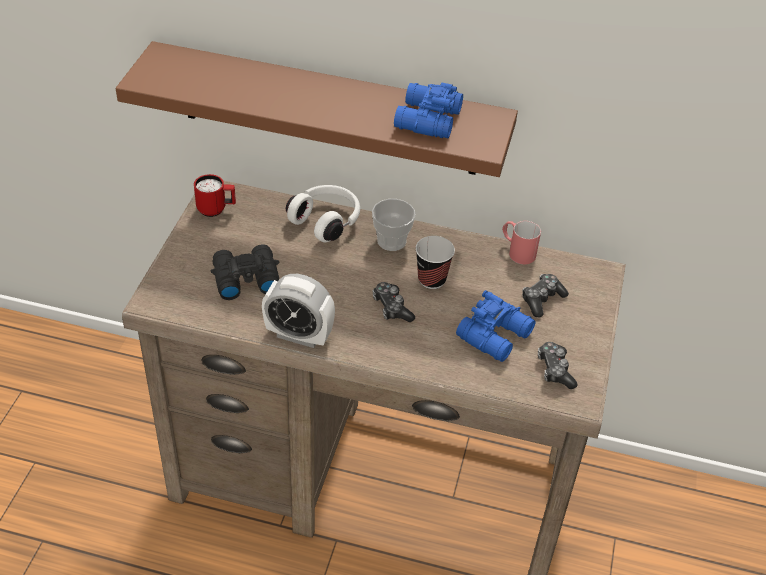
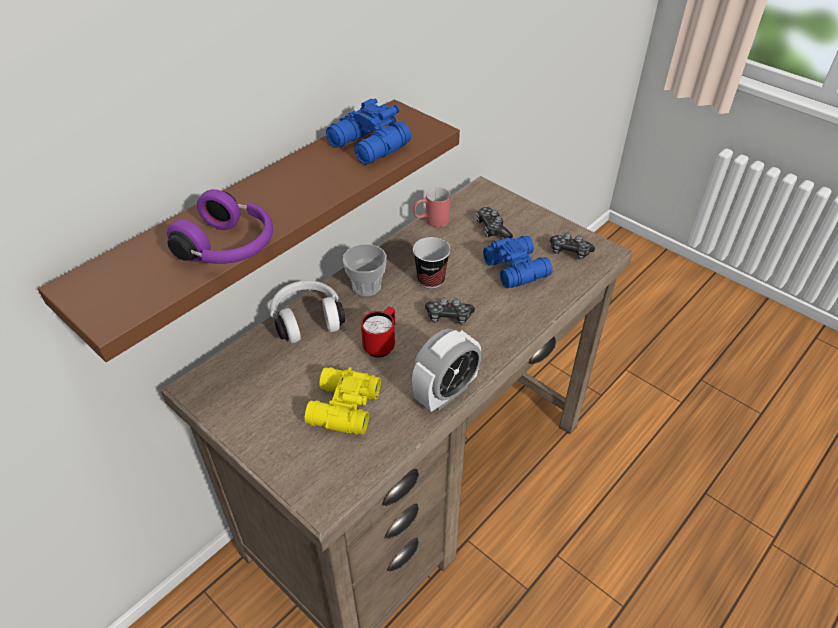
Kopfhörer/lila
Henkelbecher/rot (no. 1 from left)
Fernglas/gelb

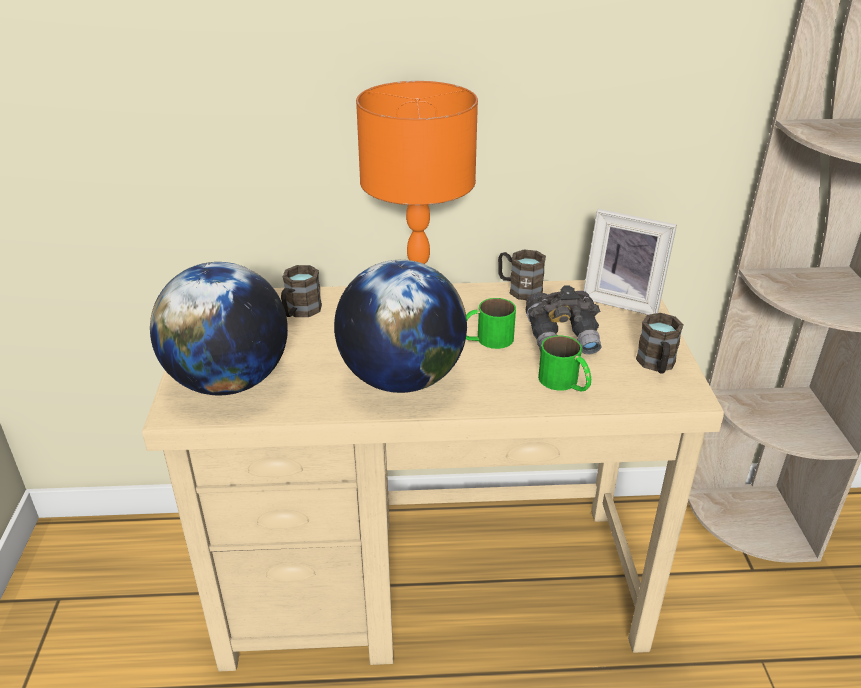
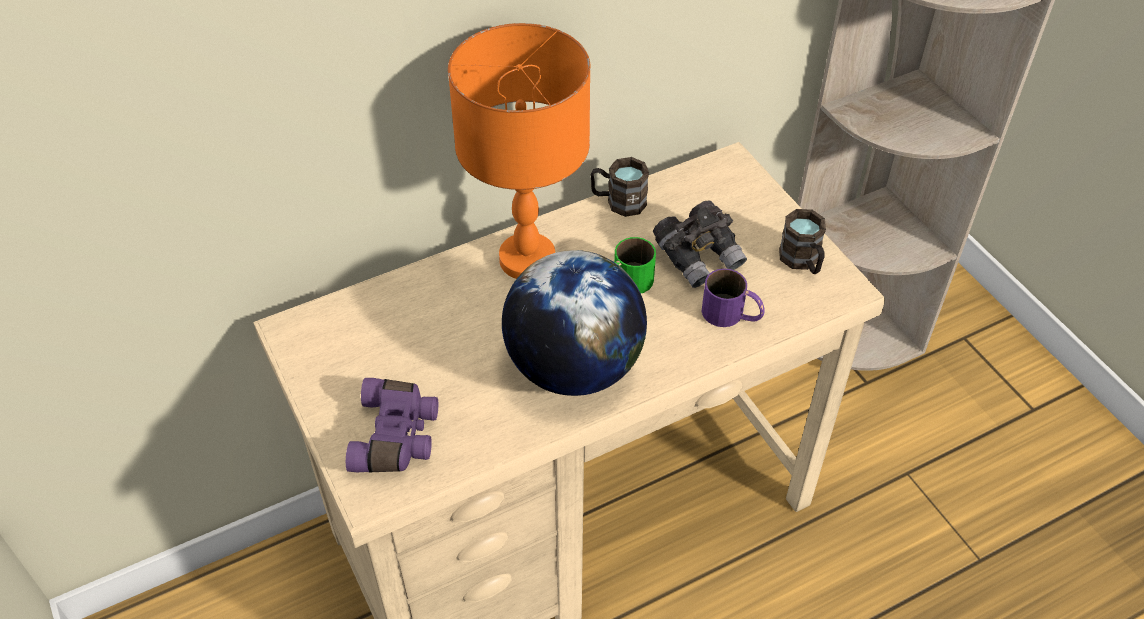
Henkelbecher/braun (no. 1 from left in the first image)
Bilderrahmen
Fernglas/lila
Henkelbecher/lila

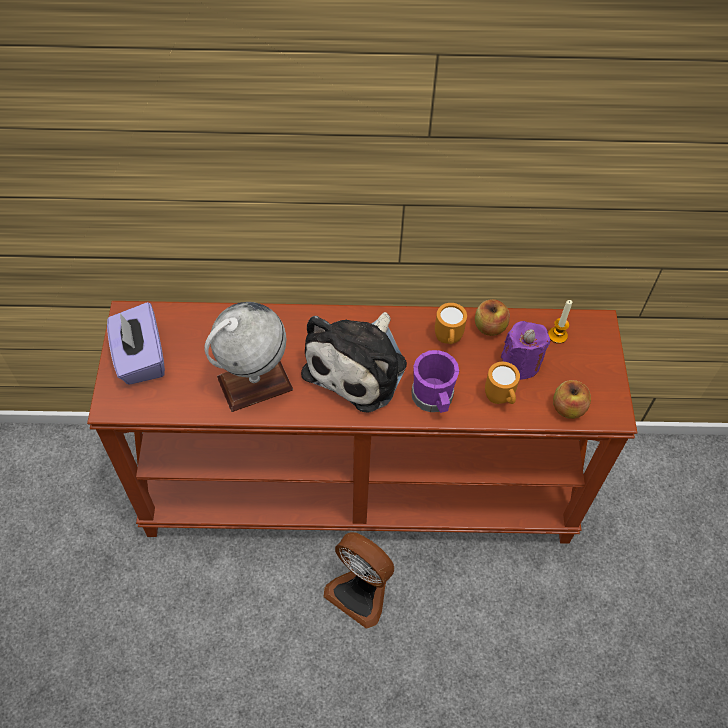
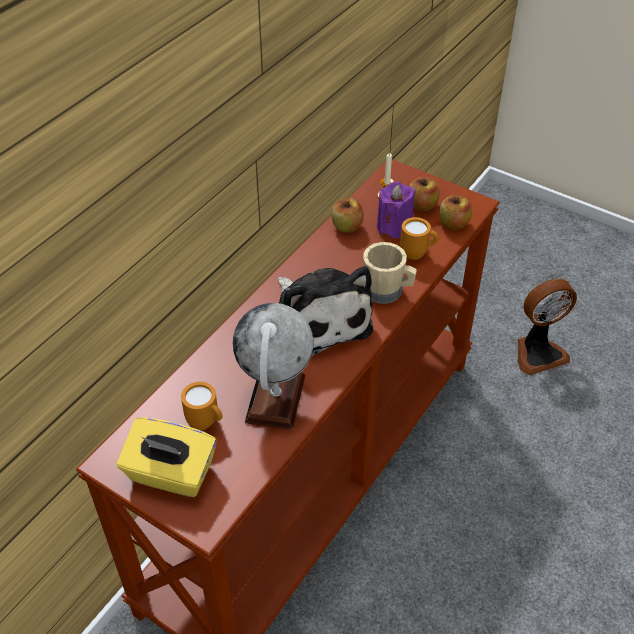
Apfel (no. 2 from left)
Ventilator
Henkelbecher/orange (no. 1 from left)
Taschentuchbox/gelb
Henkelbecher/beige

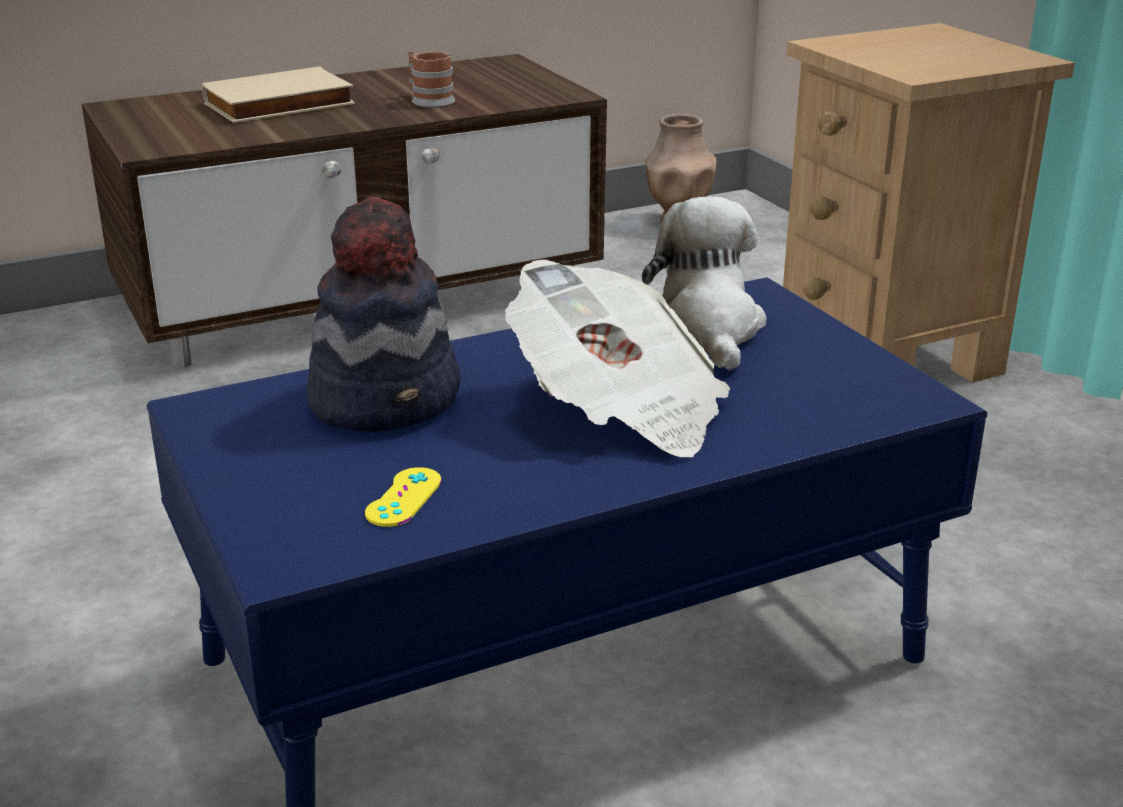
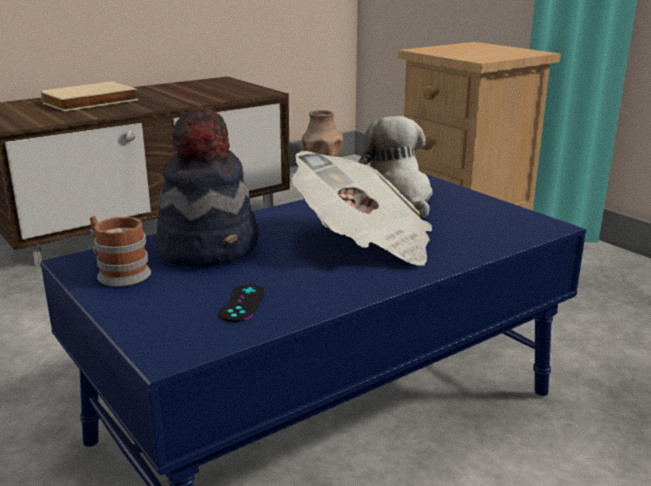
Henkelbecher
Gamepad/schwarz

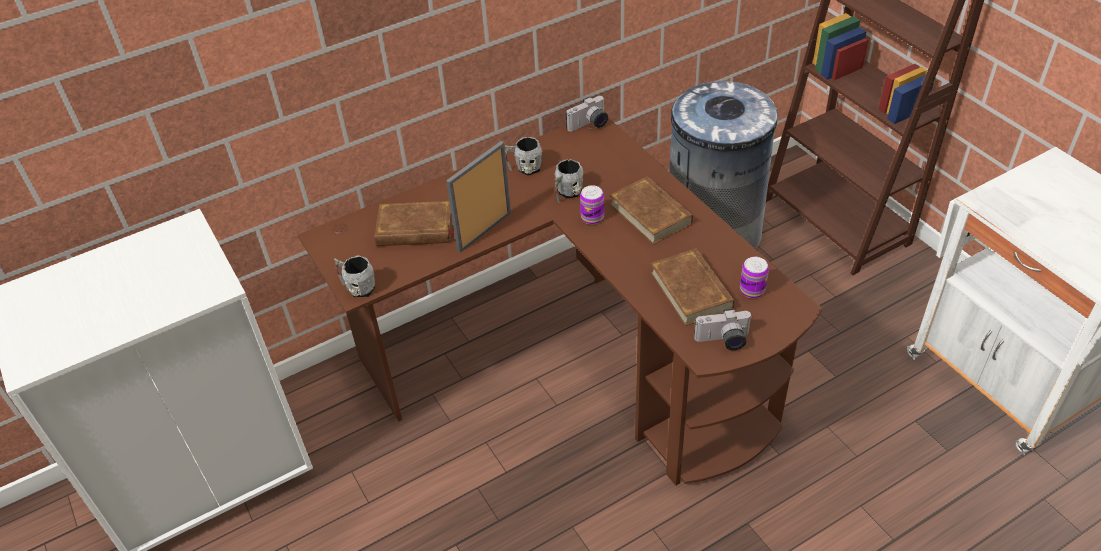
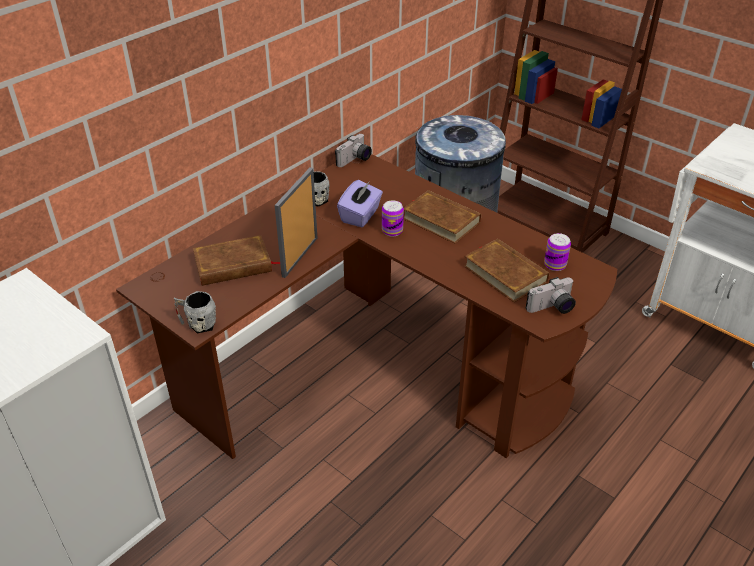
Taschentuchbox/lila

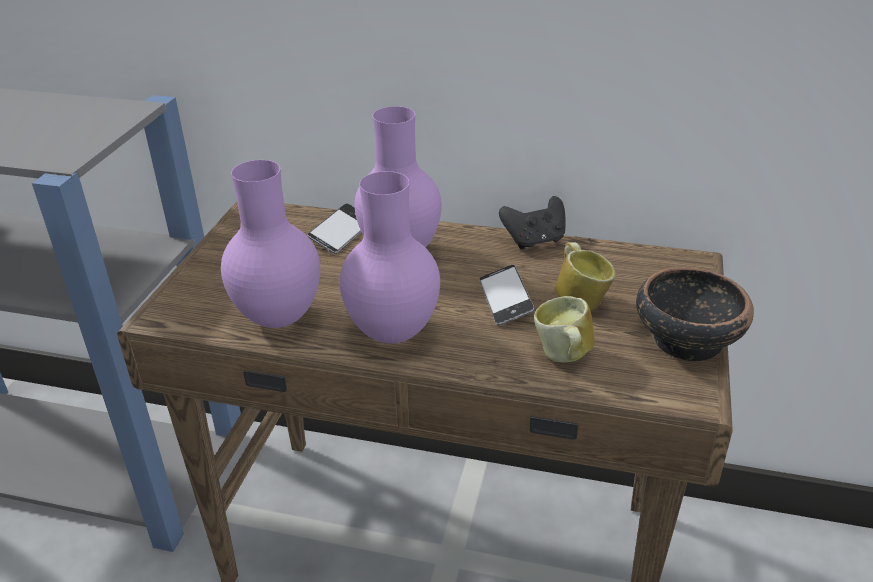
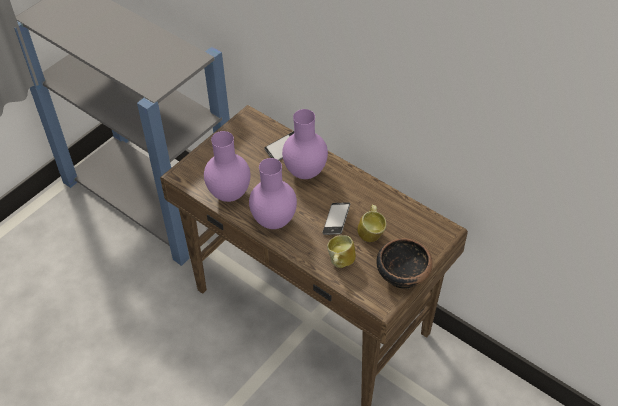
Gamepad/schwarz

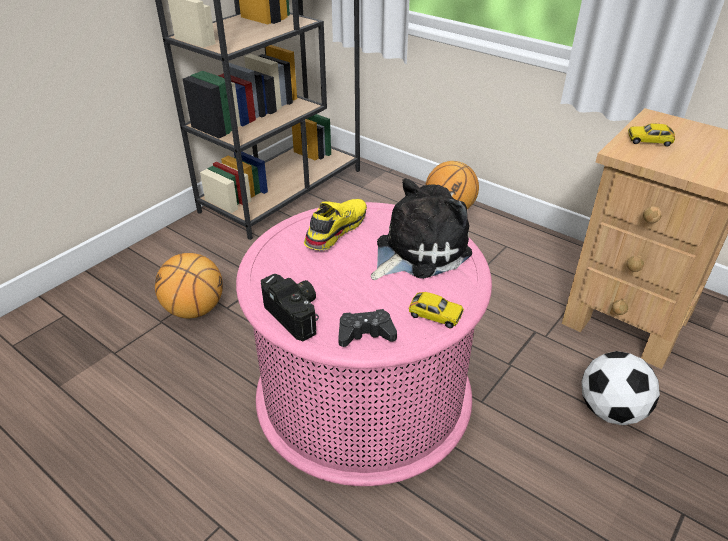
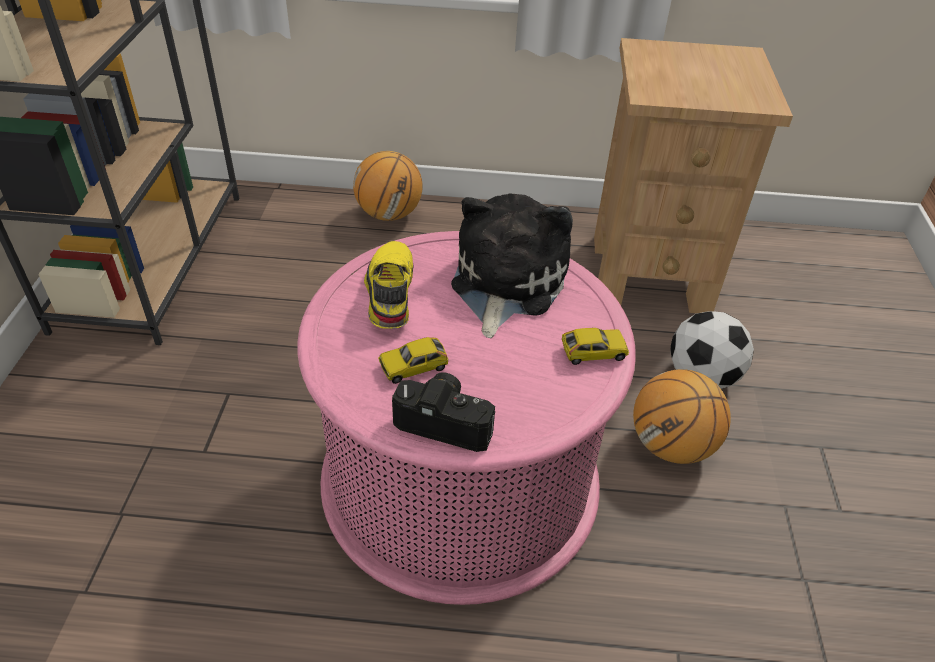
Gamepad/schwarz
Basketball (no. 2 from left)
Spielzeugauto (no. 1 from left)

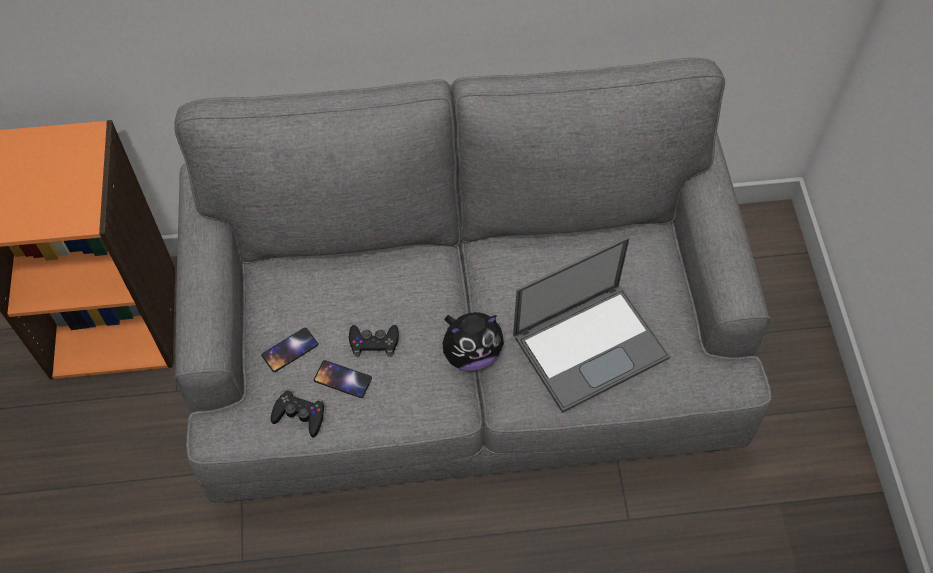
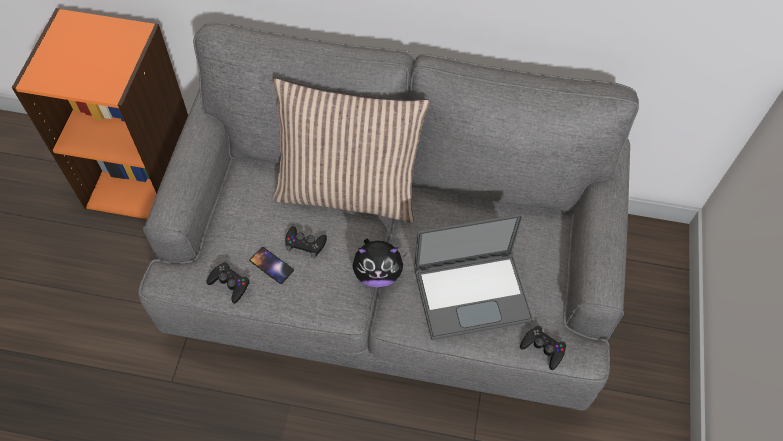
Handy (no. 1 from left in the first image)
Kissen
Gamepad/schwarz (no. 3 from left)

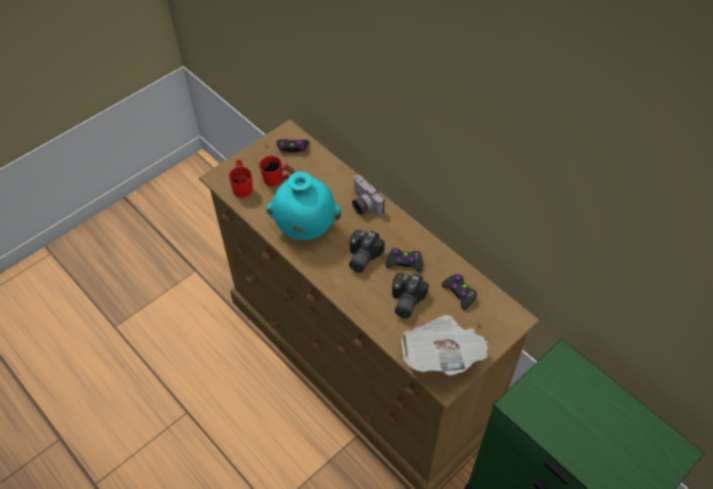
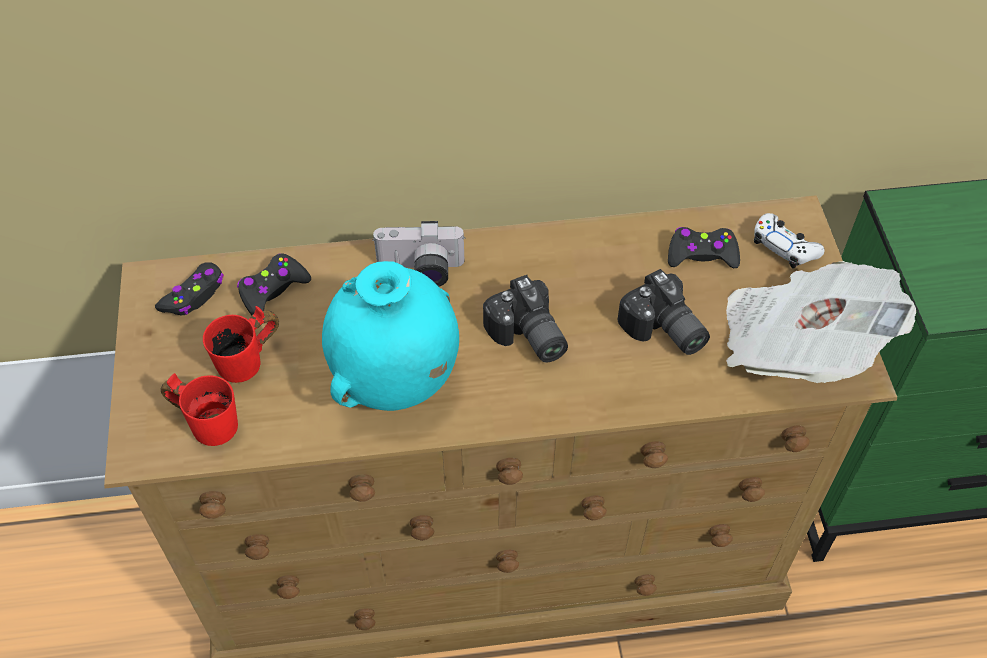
Gamepad/weiß
Gamepad/schwarz (no. 2 from left)

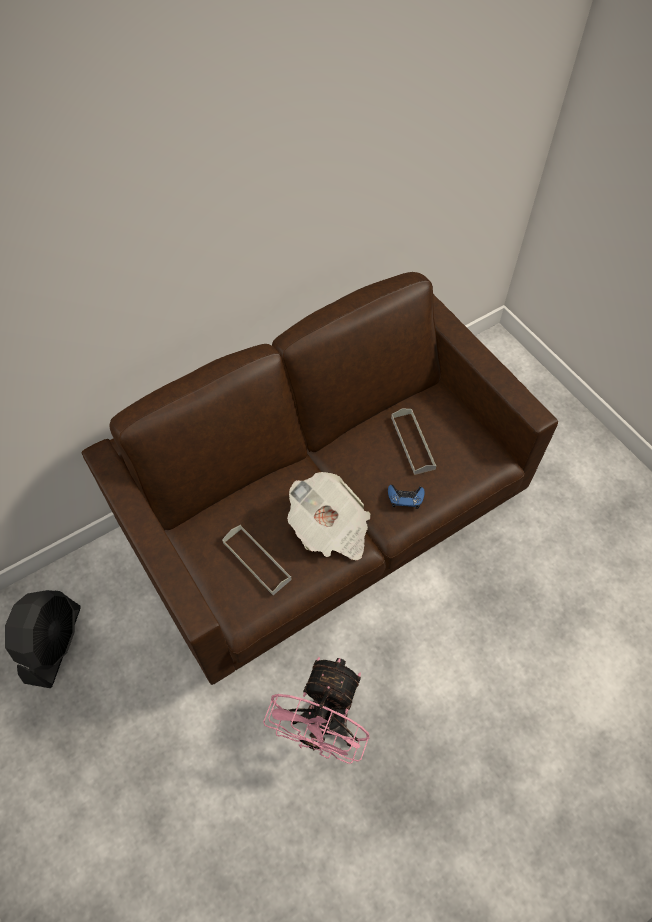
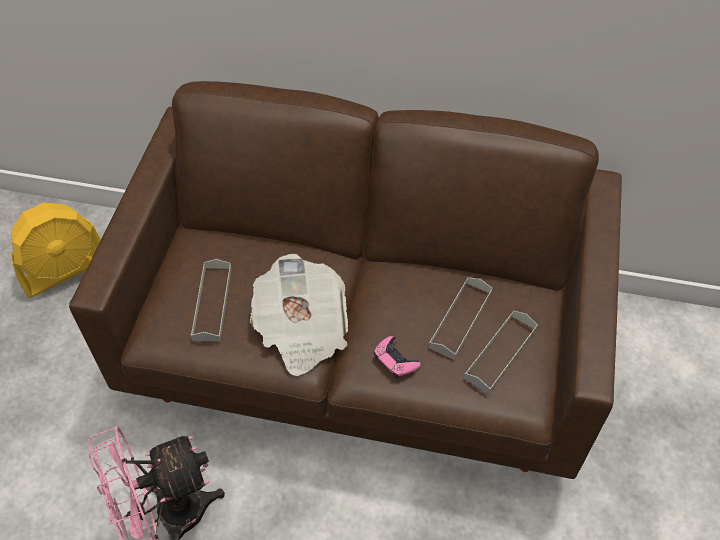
Tablett/grau (no. 3 from left)
Ventilator/gelb
Gamepad/rosa

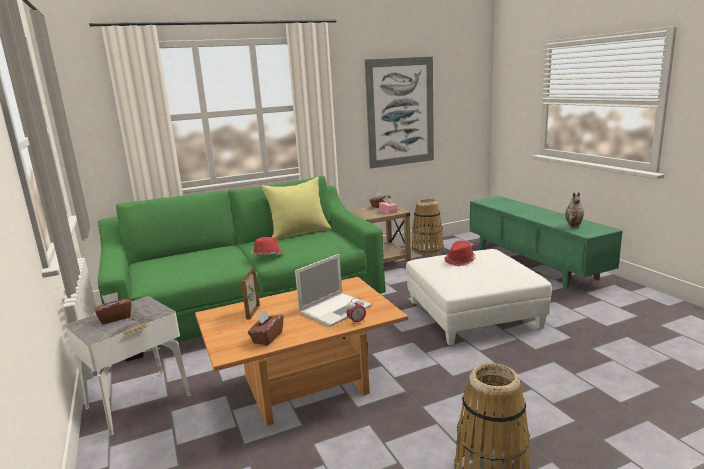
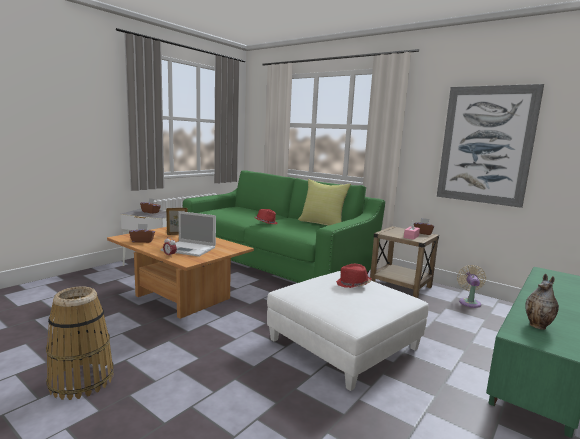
Ventilator/beige

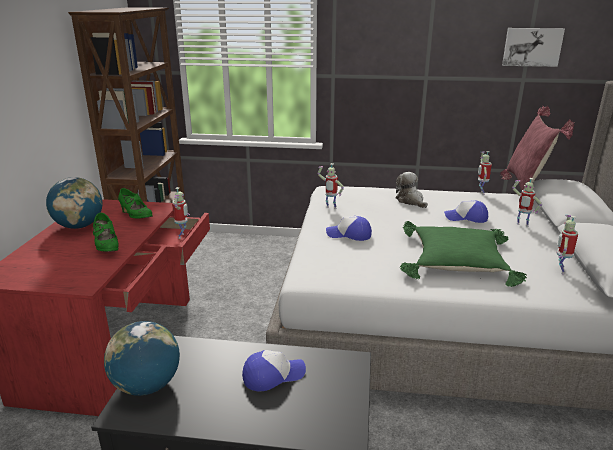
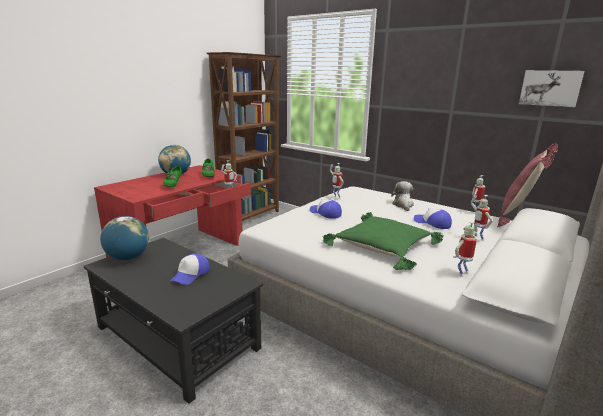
Kappe (no. 1 from left)

